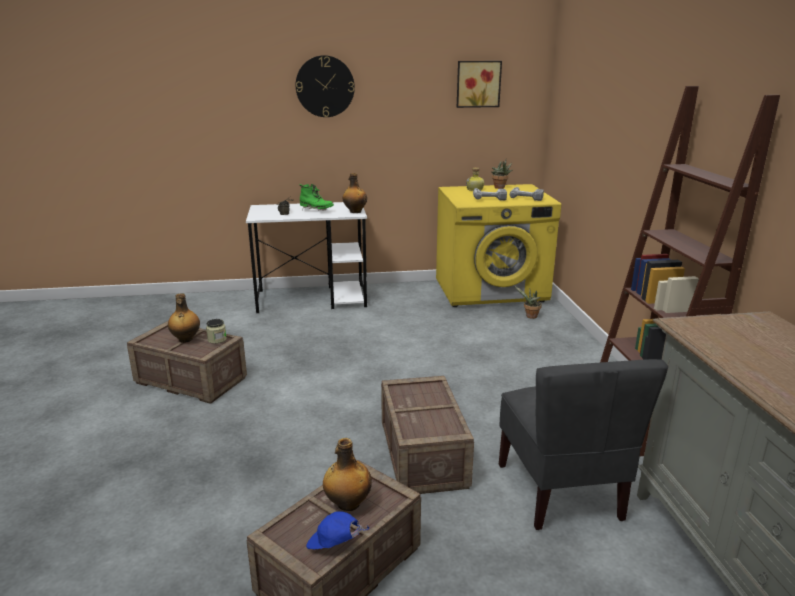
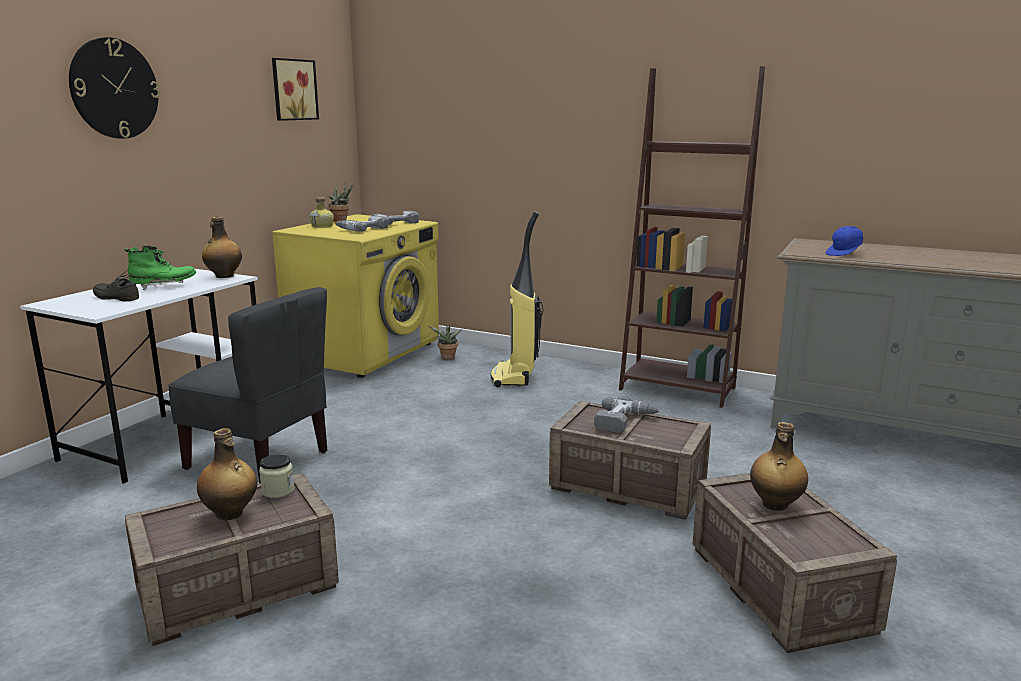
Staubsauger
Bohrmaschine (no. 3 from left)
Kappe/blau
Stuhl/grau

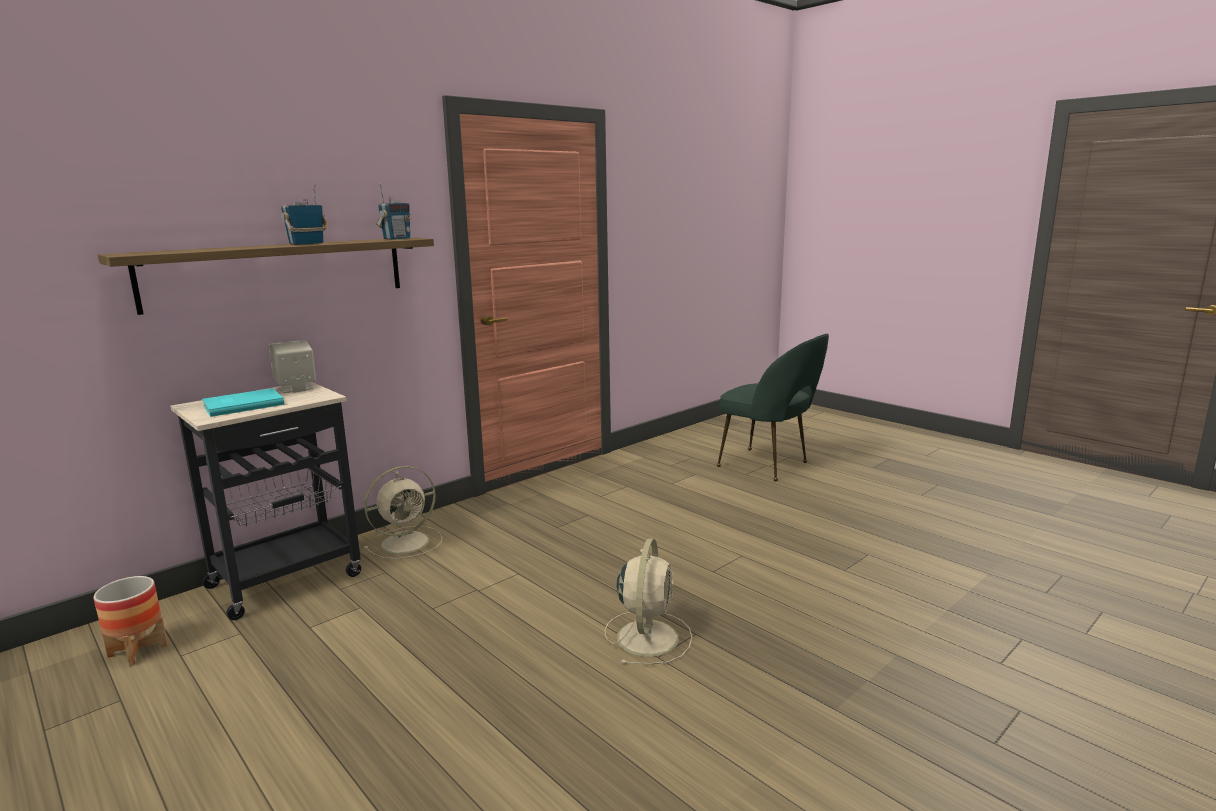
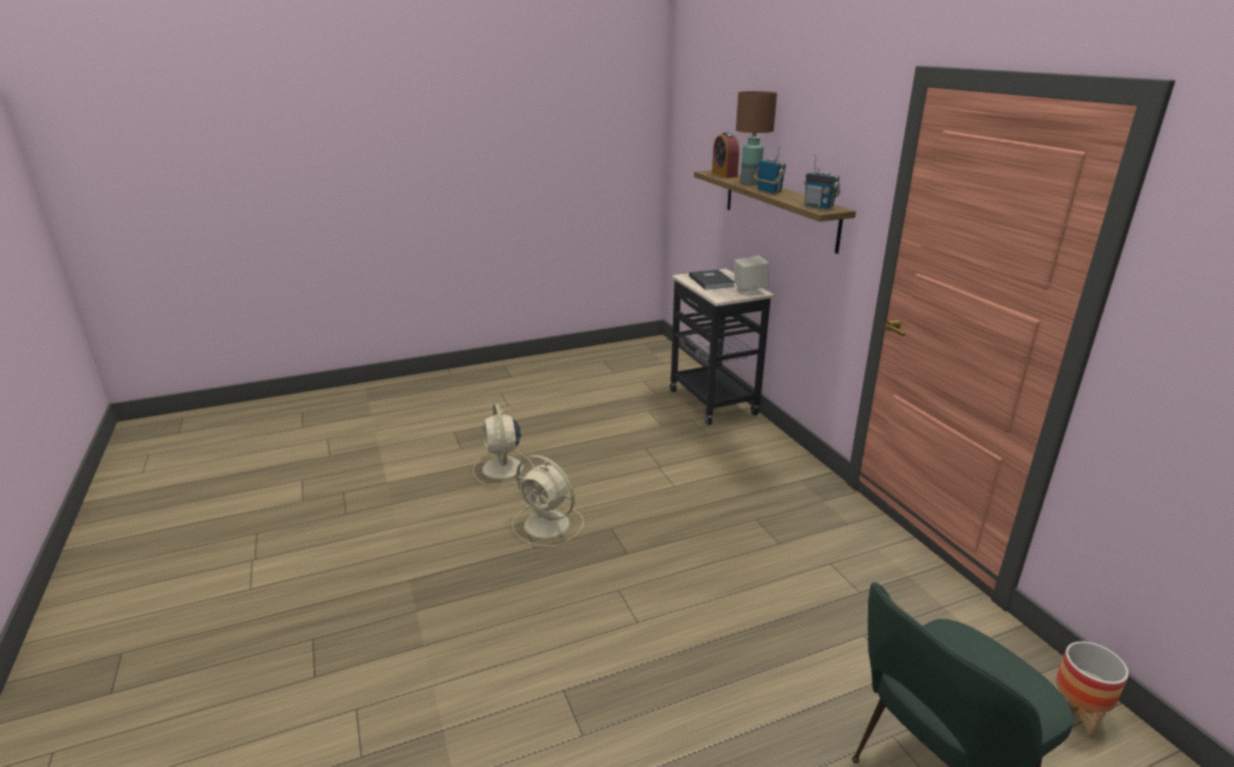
Wecker
Tischlampe/braun
Pflanzkübel
Ventilator/beige (no. 1 from left)
Buch/grau

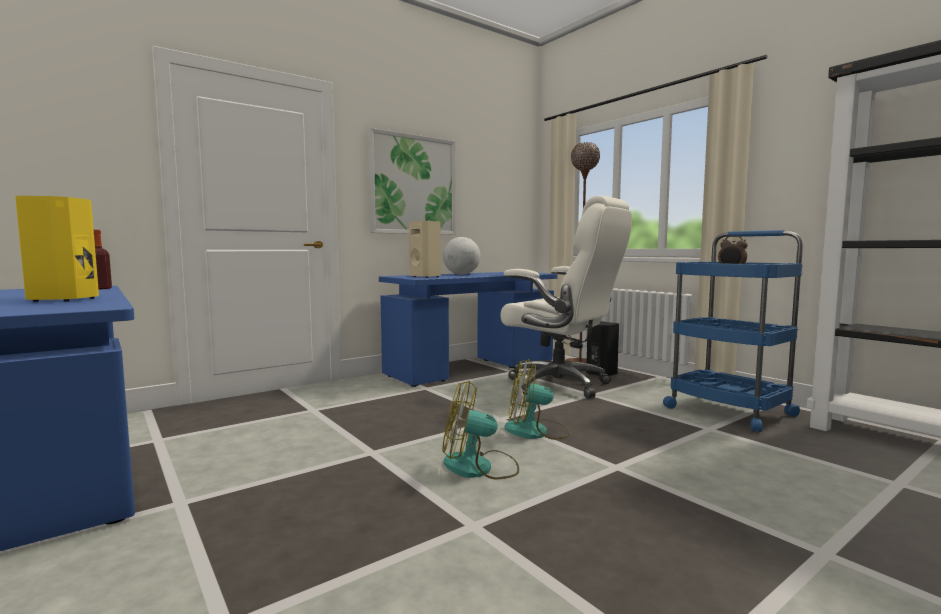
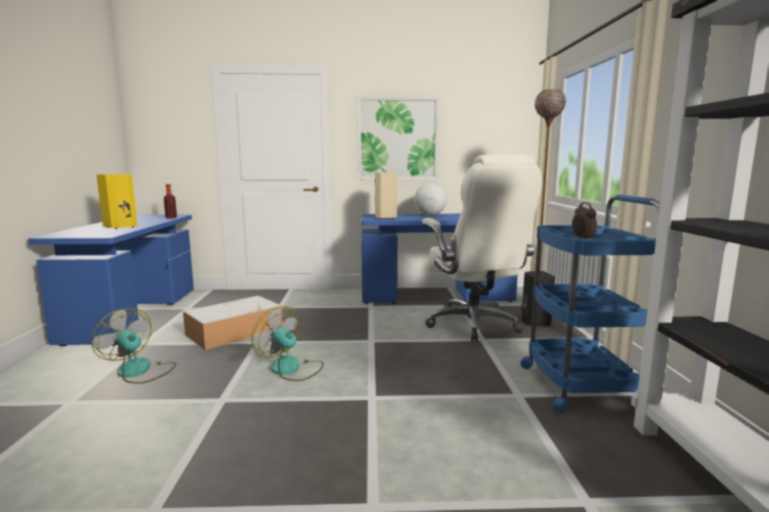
Aufbewahrungsbox
Ventilator (no. 1 from left)

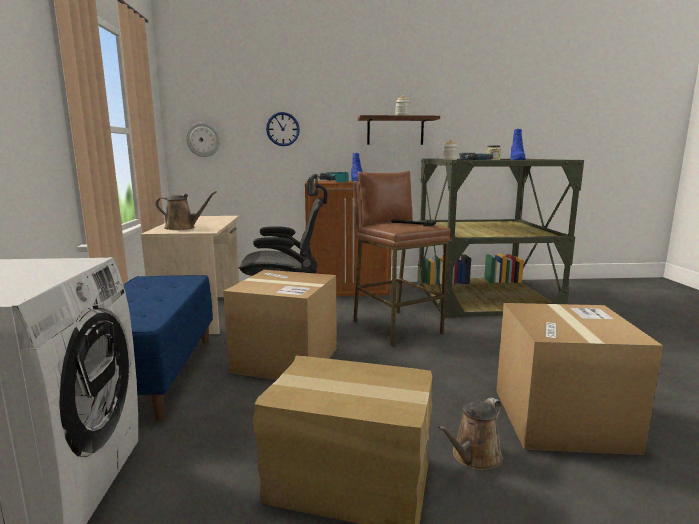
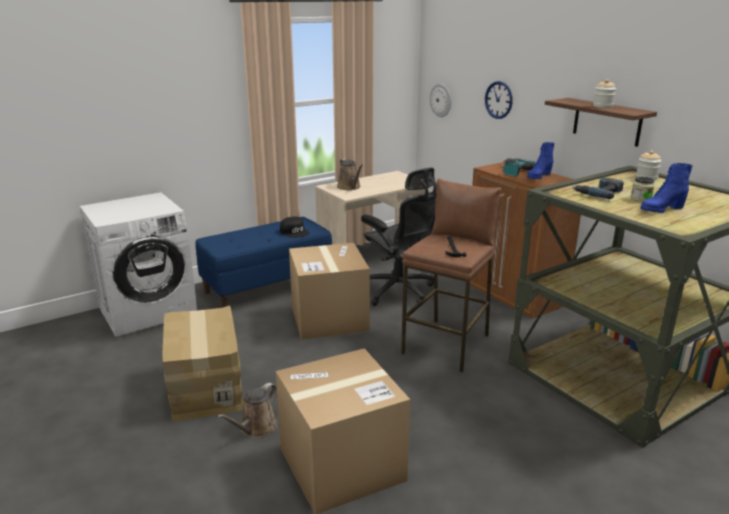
Kappe/schwarz
Gießkanne/braun (no. 1 from left)

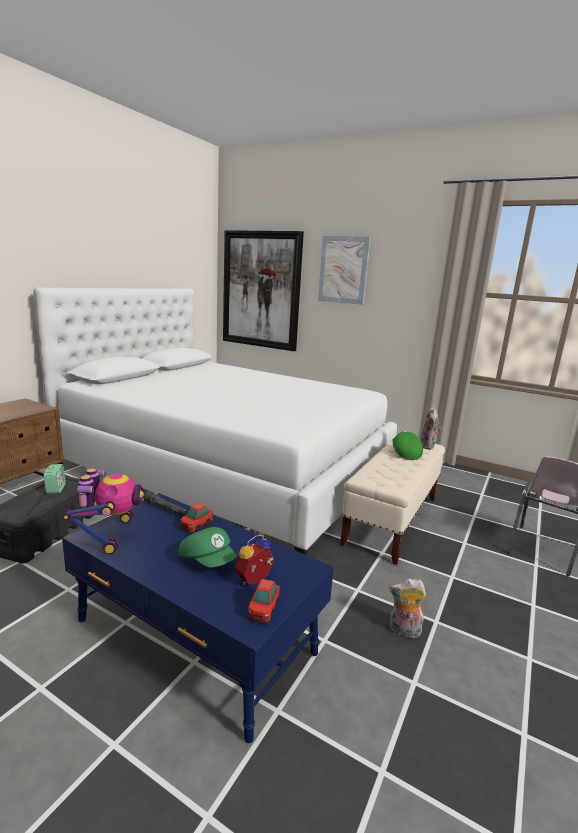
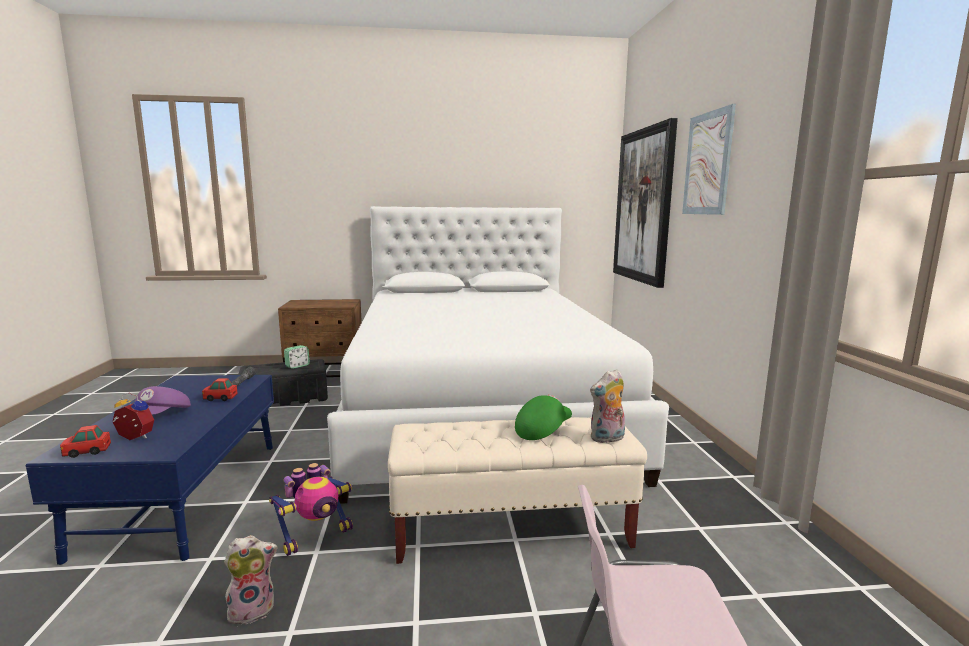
Spielzeugroboter
Kappe/lila
Plüschtier (no. 1 from left)

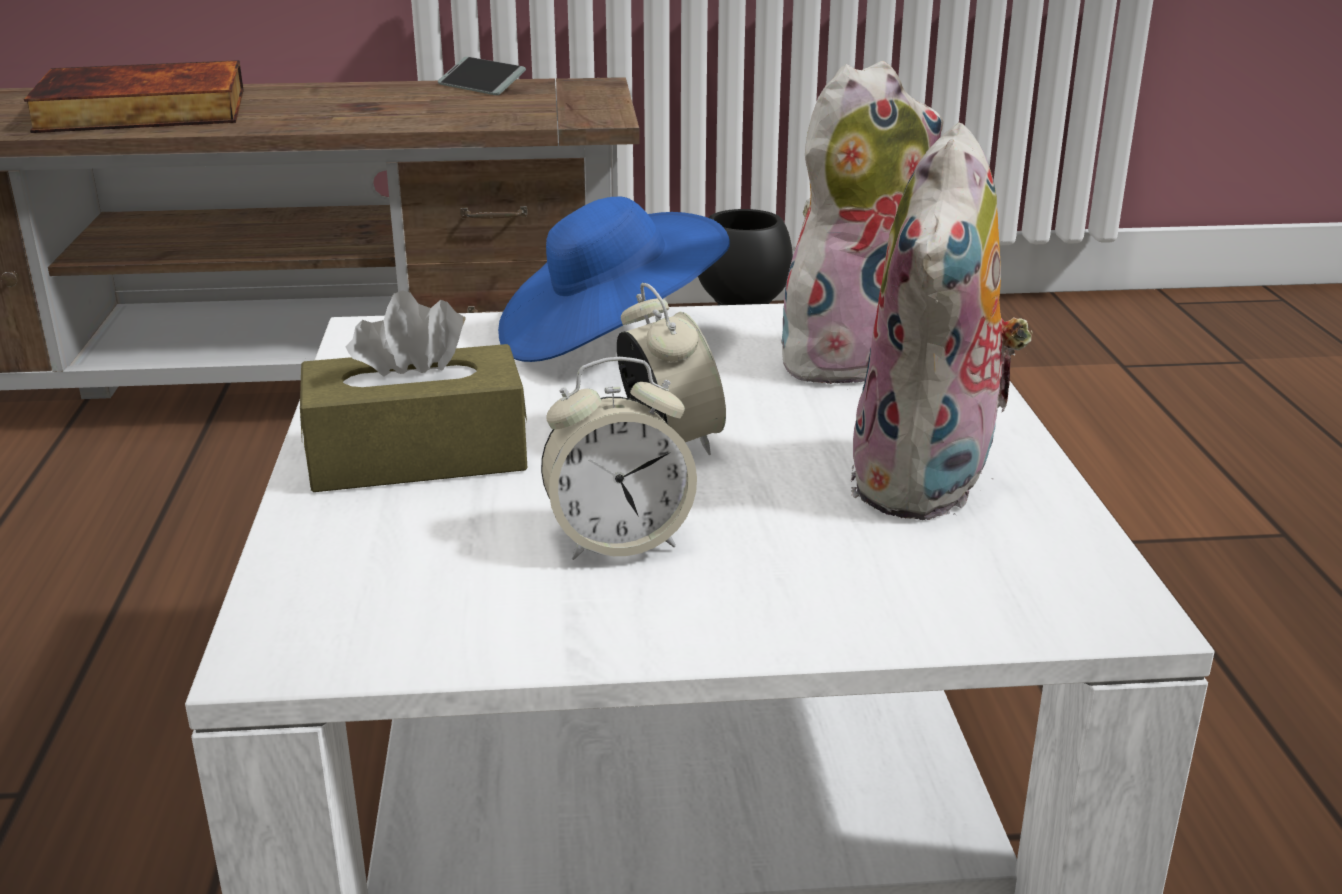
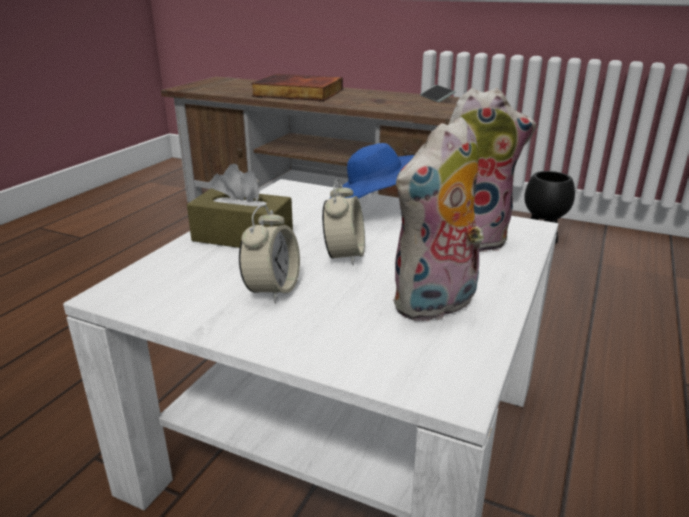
Wecker (no. 1 from left)

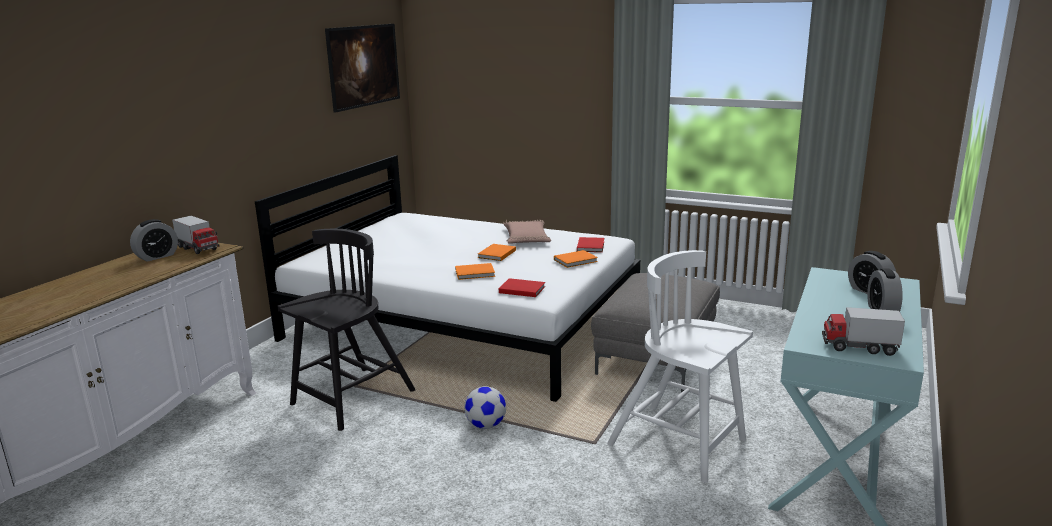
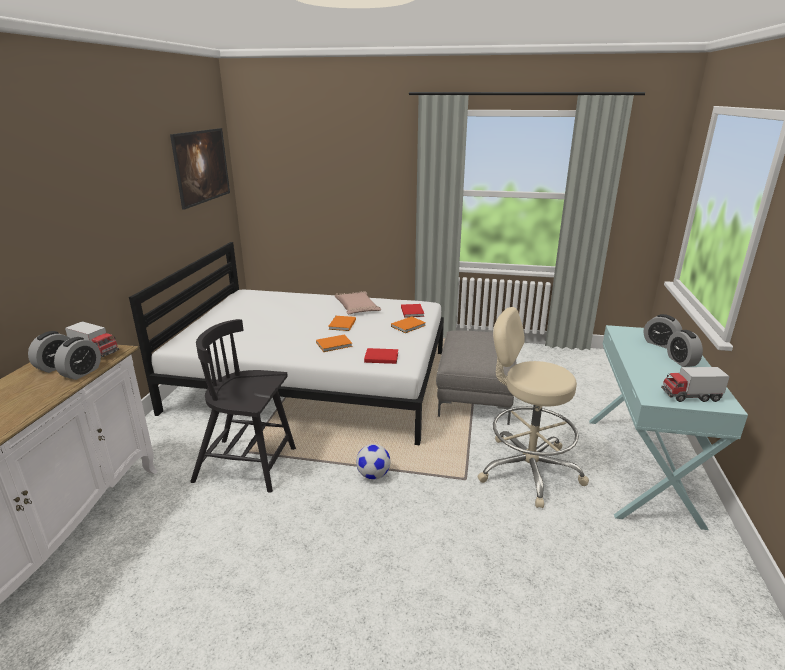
Wecker (no. 2 from left)
Hocker/beige
Stuhl/schwarz

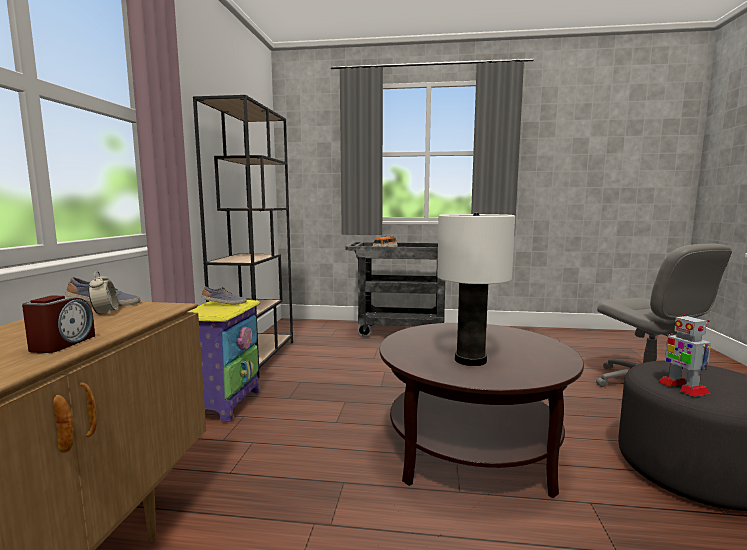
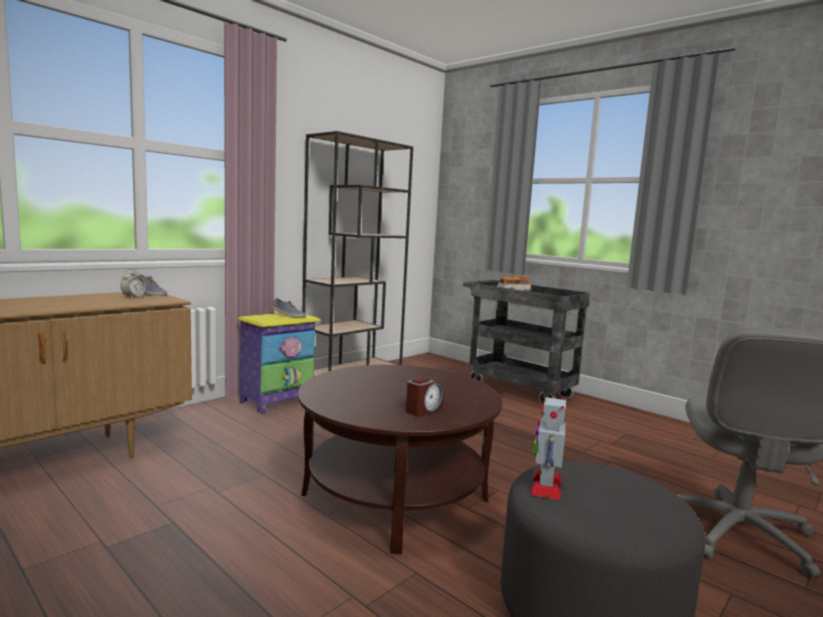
Tischlampe/weiß
Wecker (no. 2 from left)

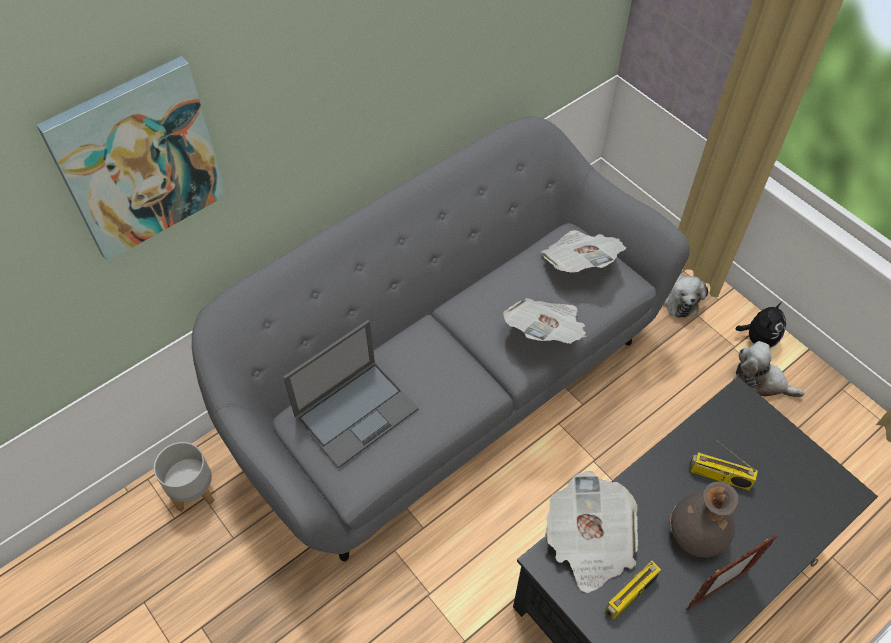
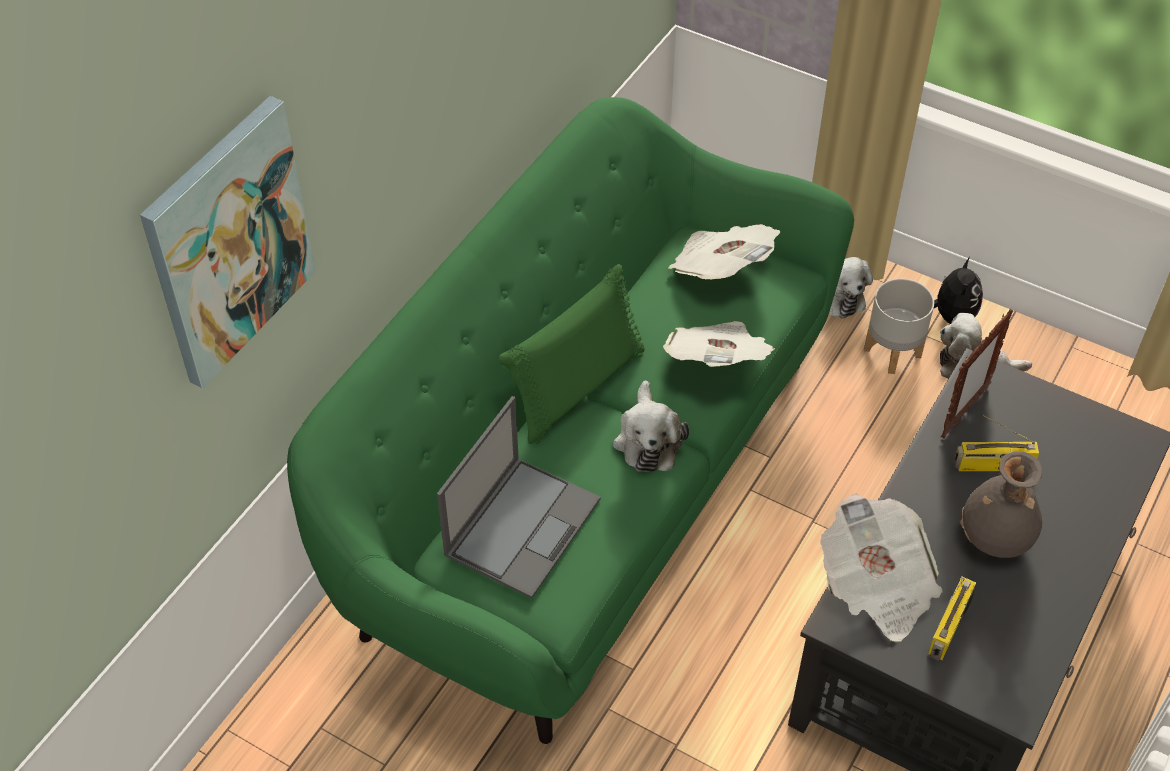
Kissen/grün
Plüschtier (no. 1 from left)
Pflanzkübel/grau
Bilderrahmen
Sofa/grün

